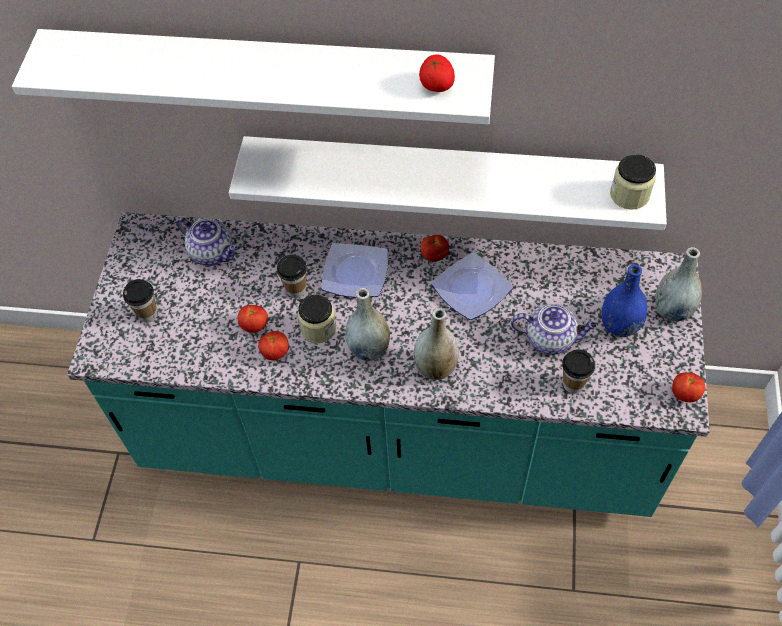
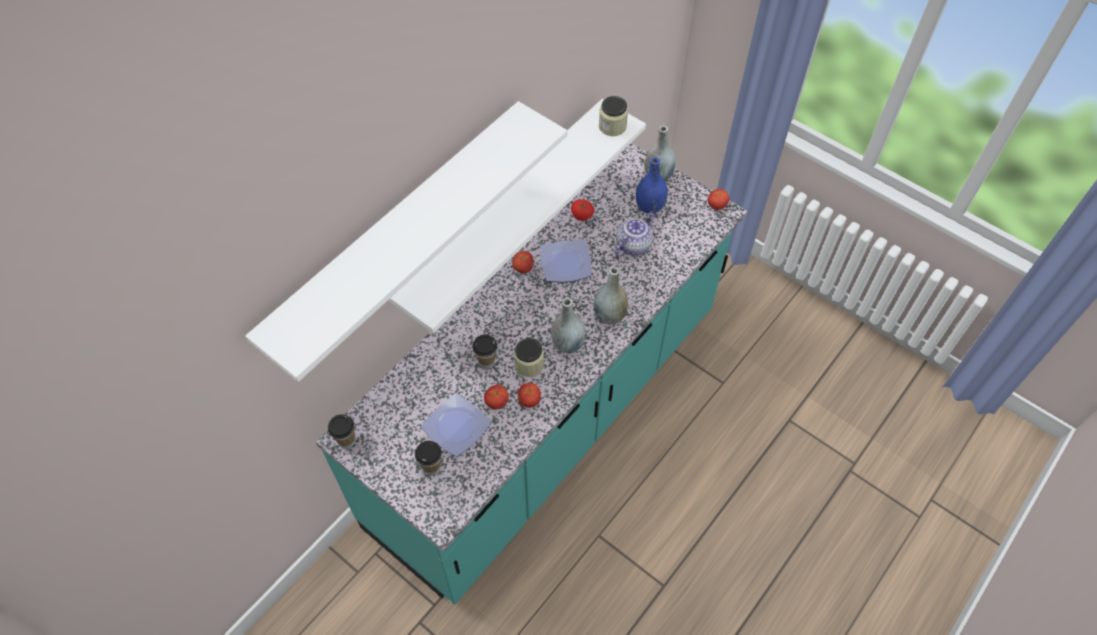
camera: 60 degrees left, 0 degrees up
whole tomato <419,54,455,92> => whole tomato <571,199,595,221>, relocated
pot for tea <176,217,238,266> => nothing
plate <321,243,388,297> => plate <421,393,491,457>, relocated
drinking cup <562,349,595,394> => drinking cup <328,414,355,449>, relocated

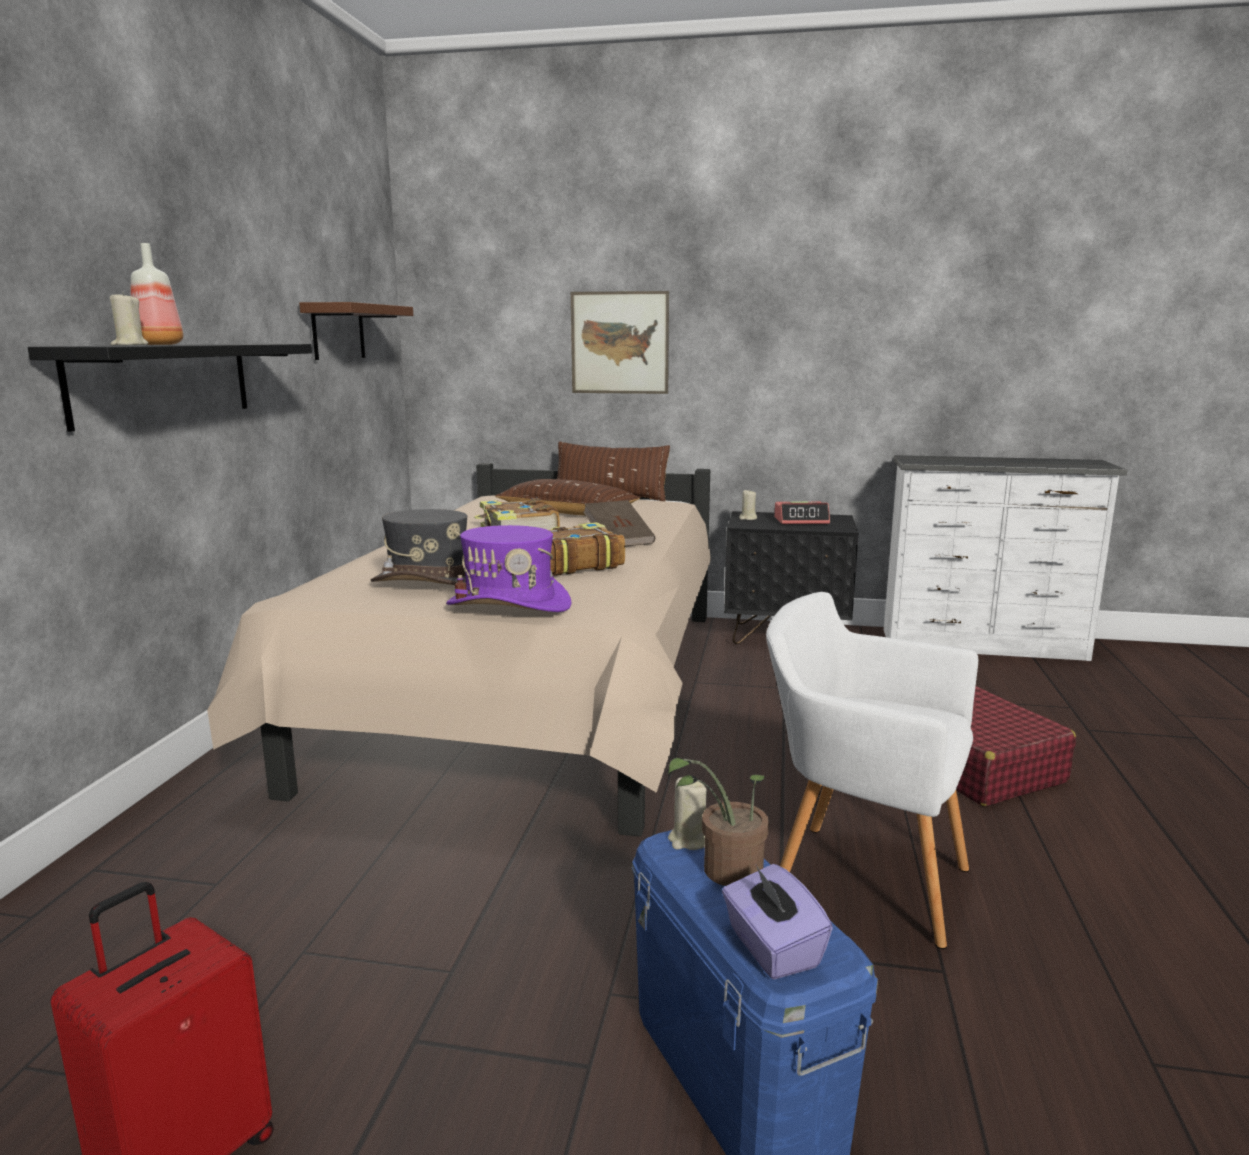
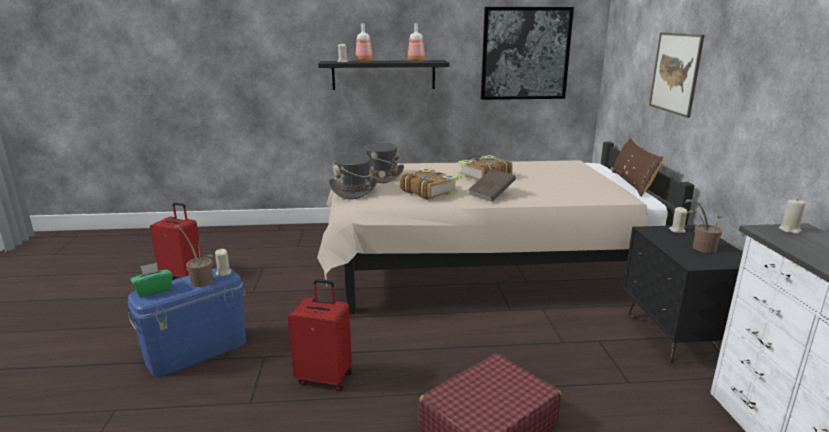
camera: 75 degrees right, 5 degrees up
brown bracket shelf <299,302,413,360> => wall art <481,7,574,100>
brown throw pillow <495,479,640,515> => nothing
bedside clock <774,501,830,524> => houseplant <685,199,723,253>
purple-coloured clothing hat <446,525,572,612> => greyish clothing hat <328,154,378,200>
white-coloured armchair <766,592,978,949> => reddish travel case <288,279,352,391>
purple-coloured box of tissues <722,864,833,980> => green box of tissues <130,263,173,297>
nothing => bottle <408,24,425,62>
nothing => beige candle <779,199,806,234>

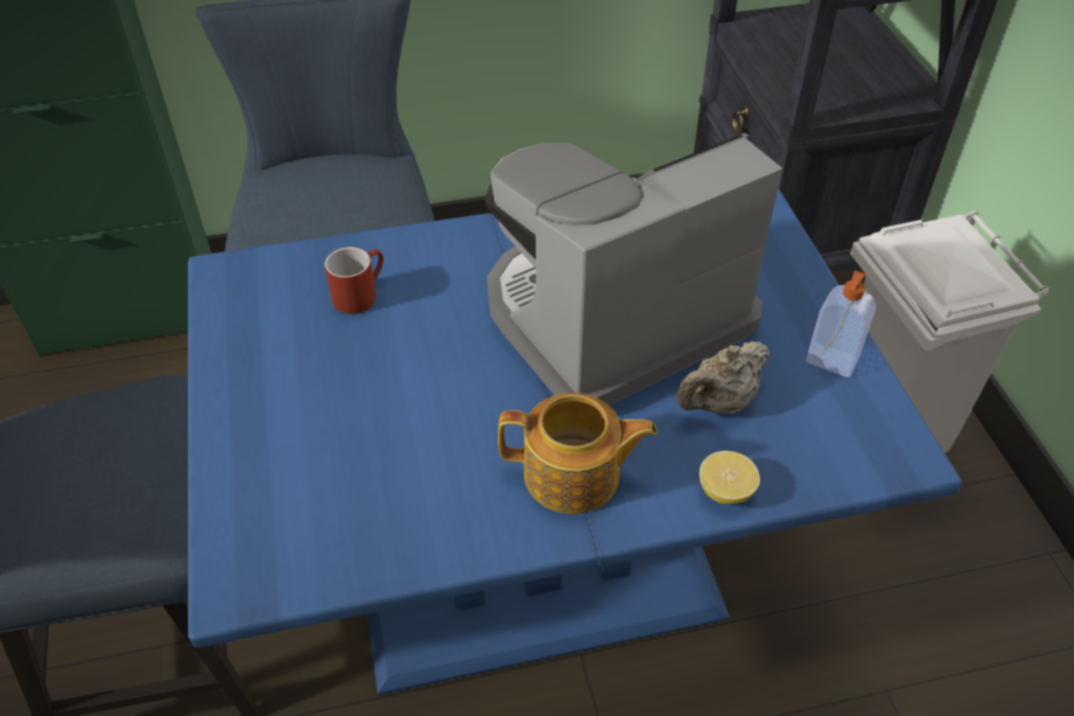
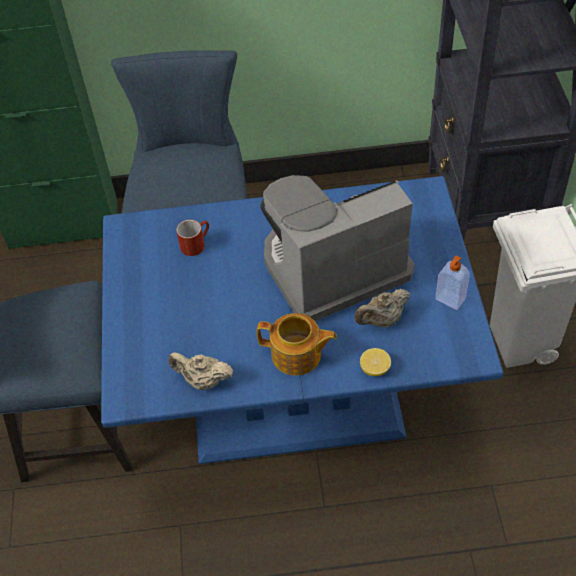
camera: 10 degrees right, 5 degrees up
nothing => beige pot for tea <168,353,233,390>

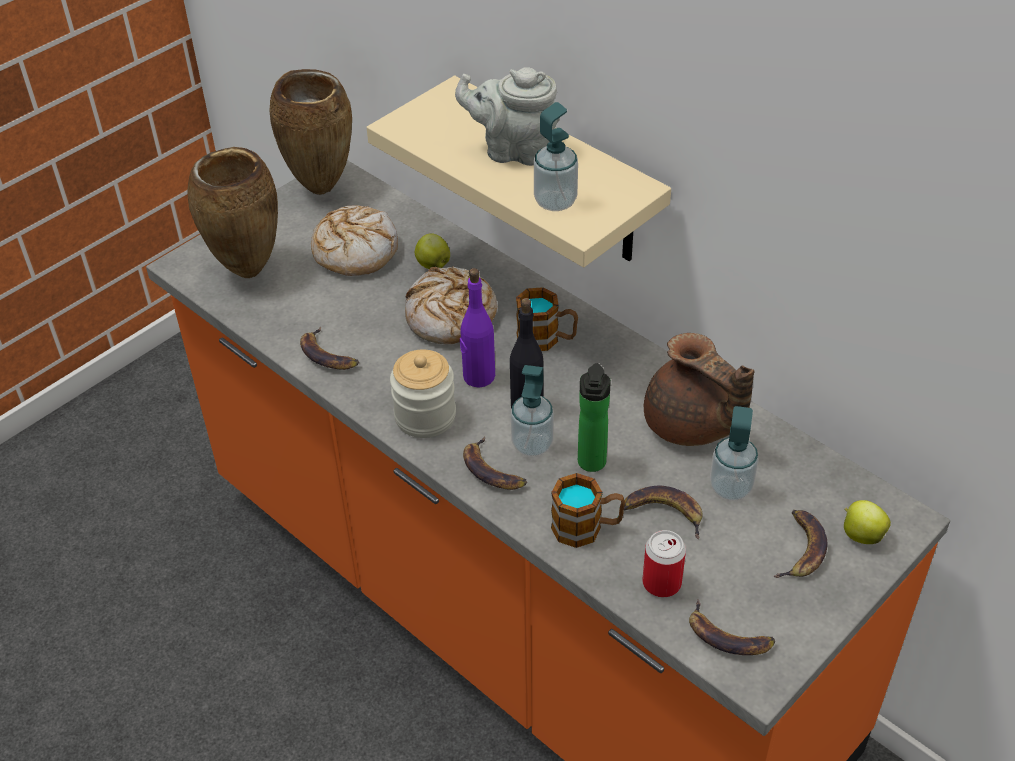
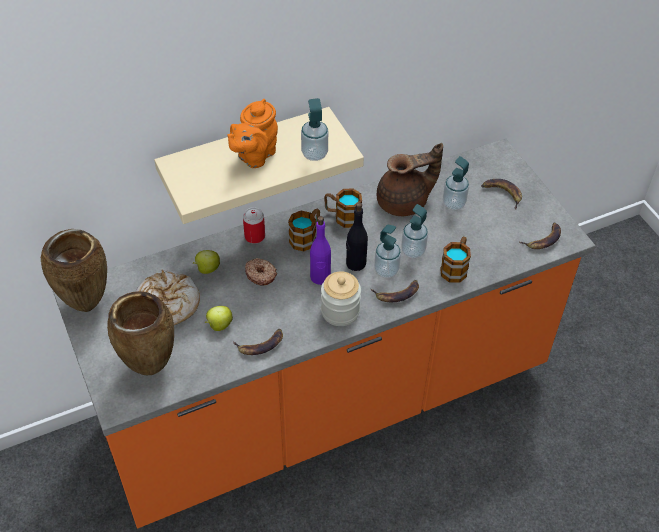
camera: 70 degrees left, 5 degrees up
greyish pot for tea <455,67,560,166> => orangey pot for tea <227,99,278,168>
bakery bread <405,267,497,344> => ring doughnut <245,258,277,286>
bottle <578,363,611,472> => soap dispenser <401,204,428,258>
banana fruit <624,486,703,539> => nothing
apple <844,500,891,544> => apple <205,306,233,331>, relocated
metal can <642,530,686,597> => metal can <243,207,265,244>, relocated
nothing => tea mug <324,188,362,228>

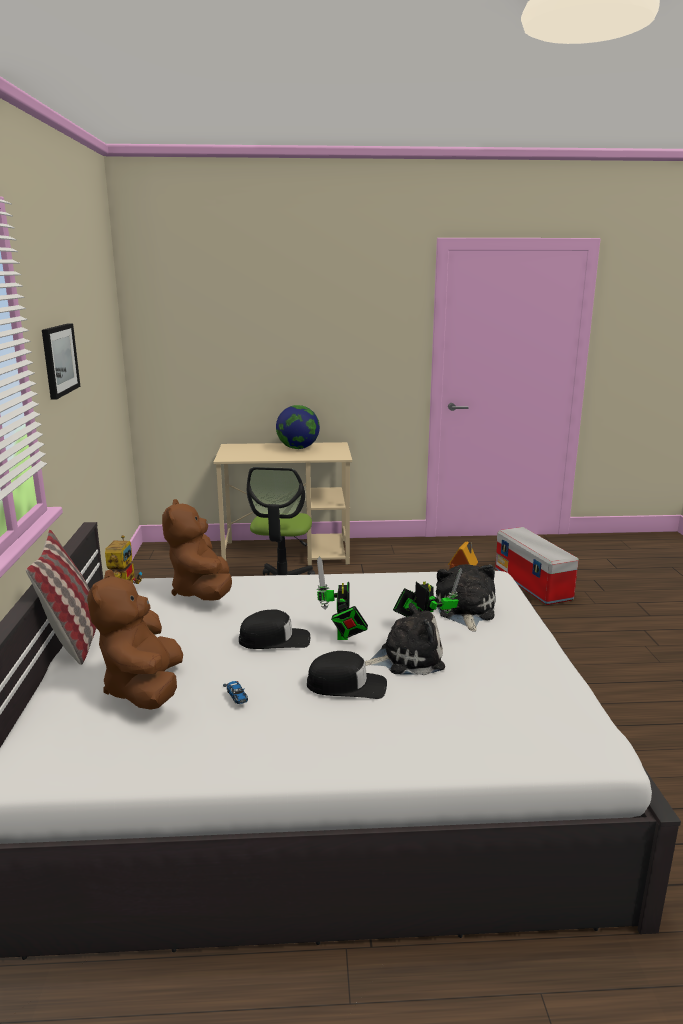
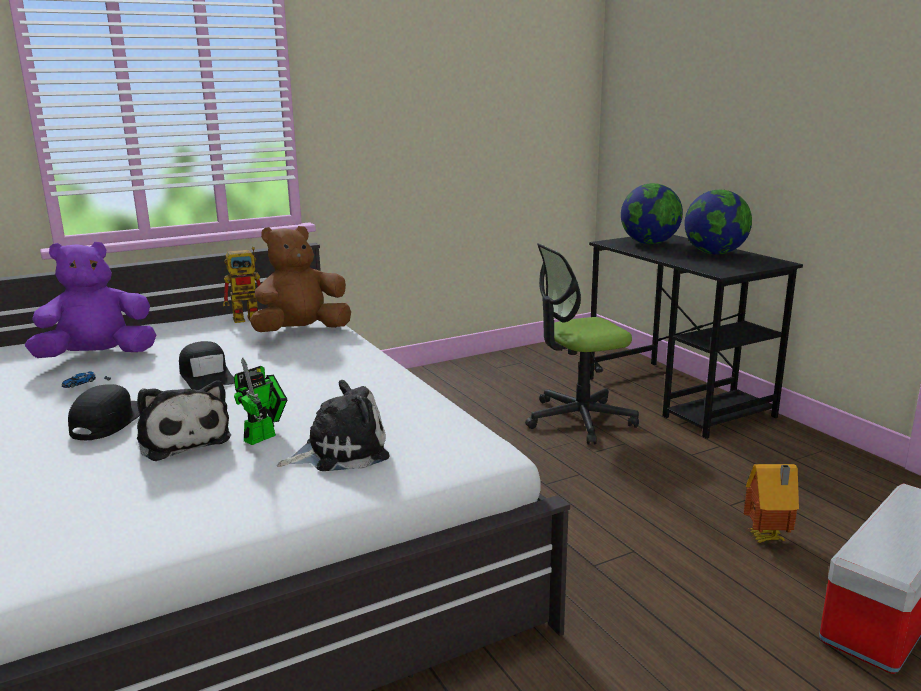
camera: 65 degrees right, 0 degrees up
wall art <42,323,80,400> => nothing
beige desk <214,442,352,565> => blackish desk <589,235,803,439>
throw pillow <26,530,96,665> => nothing
model robot <316,557,368,640> => nothing
brown soft toy <87,569,183,710> => purple-coloured soft toy <25,242,156,358>
blackish baseball cap <307,651,387,699> => blackish baseball cap <68,384,140,440>, 150 degrees counterclockwise
nothing => world globe <621,183,683,244>

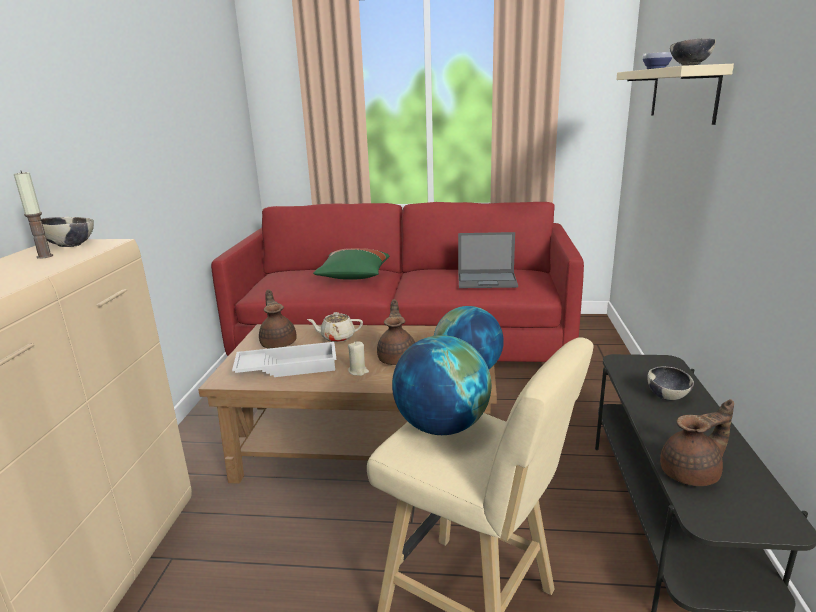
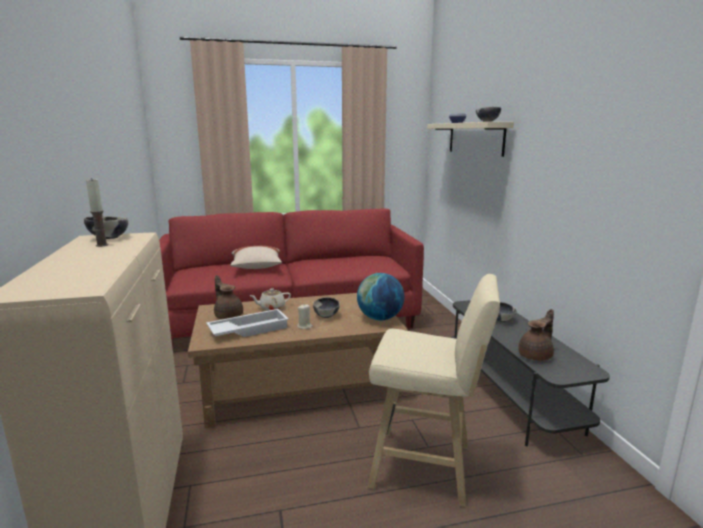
camera: 20 degrees left, 5 degrees down
laptop <458,232,518,288> => nothing
green throw pillow <313,248,389,280> => beige throw pillow <230,246,282,269>
brown pot for tea <377,299,415,365> => bowl <313,297,340,318>
world globe <392,335,491,435> => nothing

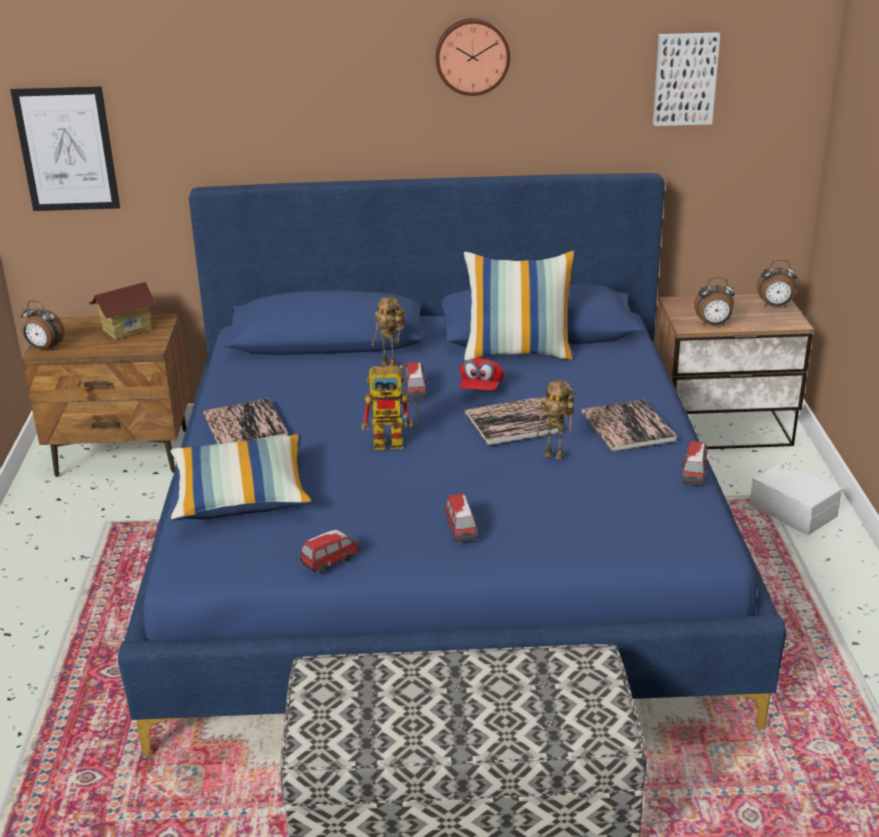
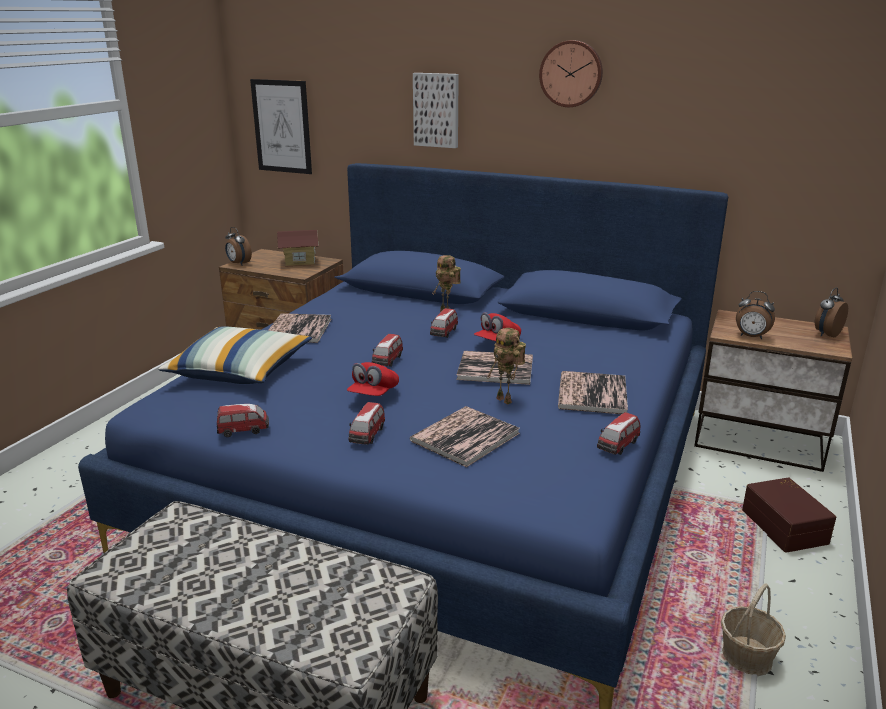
camera: 25 degrees right, 5 degrees down
wall art <653,32,720,126> => wall art <413,73,459,148>, relocated
throw pillow <464,250,576,361> => nothing
bedside clock <757,260,797,307> => bedside clock <815,288,848,338>, 105 degrees clockwise
model robot <362,365,418,450> => toy car <372,334,403,367>
white-coloured storage box <750,461,842,535> => brown storage box <742,477,836,553>
nothing => reddish baseball cap <347,362,399,396>
nothing => book <410,406,520,467>
nothing => storage basket <721,583,786,676>

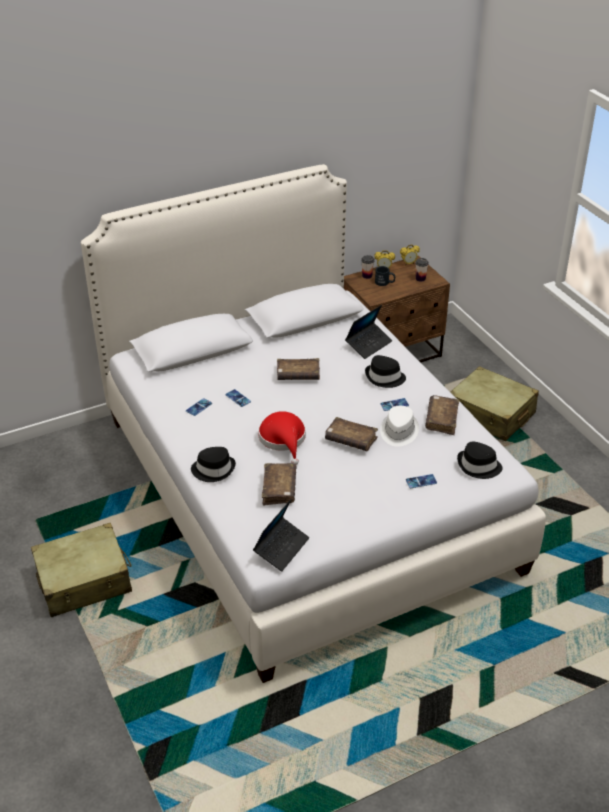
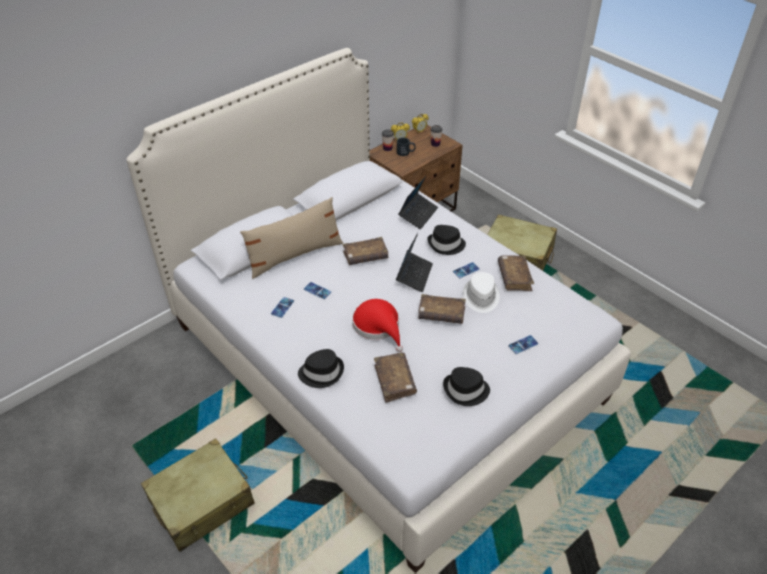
camera: 15 degrees left, 5 degrees up
blackish clothing hat <457,441,503,479> => blackish clothing hat <443,367,490,406>, relocated
laptop <253,498,309,571> => laptop <396,233,433,292>, relocated
nothing => beige throw pillow <240,197,343,279>

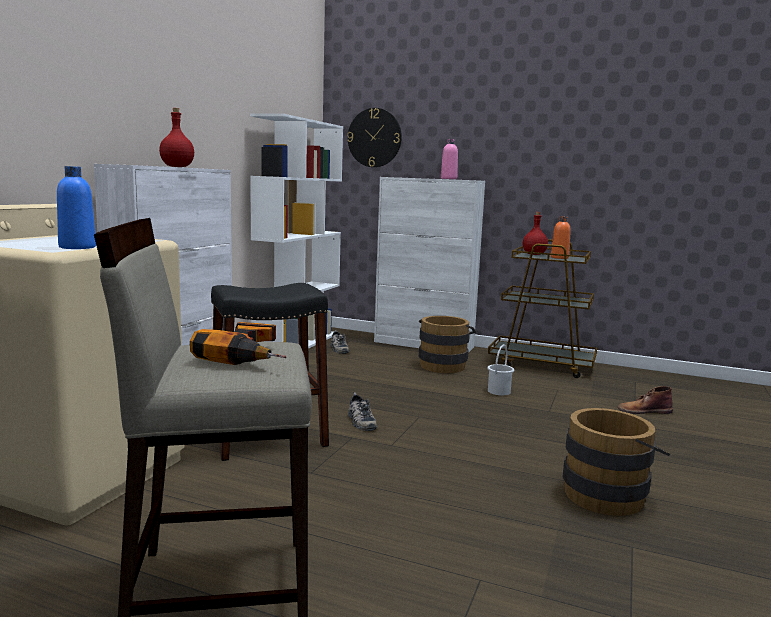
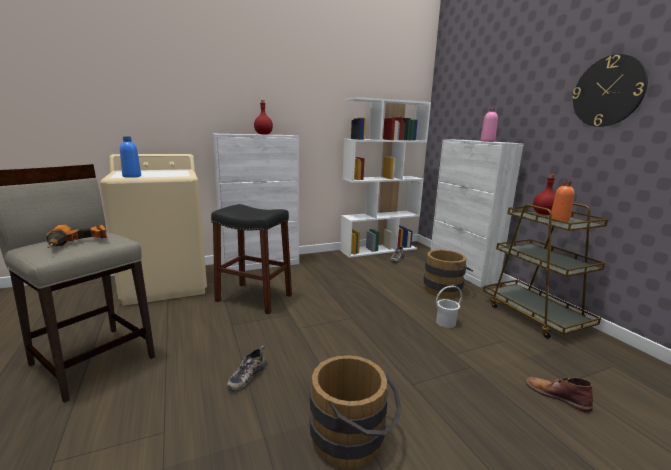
camera: 45 degrees right, 5 degrees up
hanging clock <347,108,402,167> => hanging clock <572,54,648,127>, relocated
item of footwear <348,393,377,431> => item of footwear <227,346,266,392>, relocated

